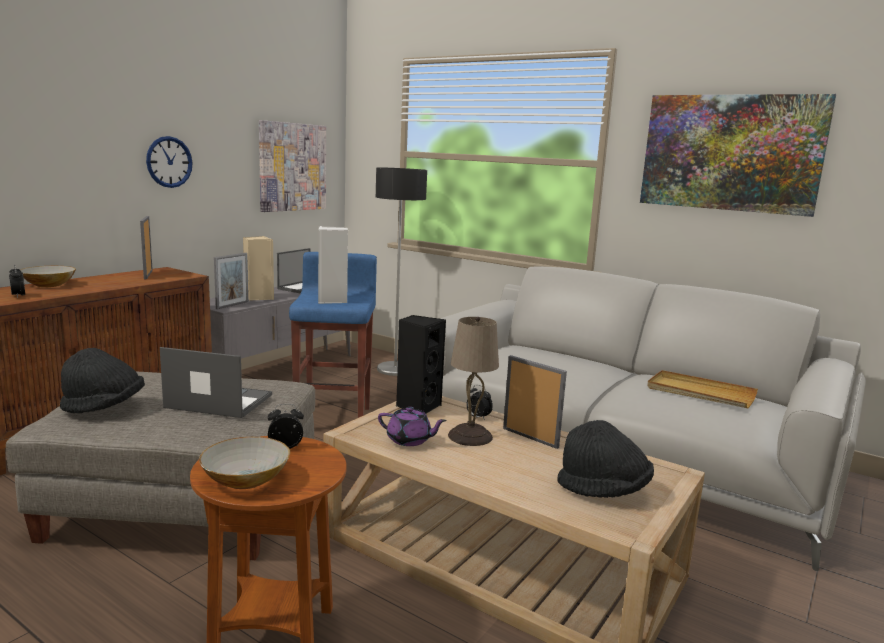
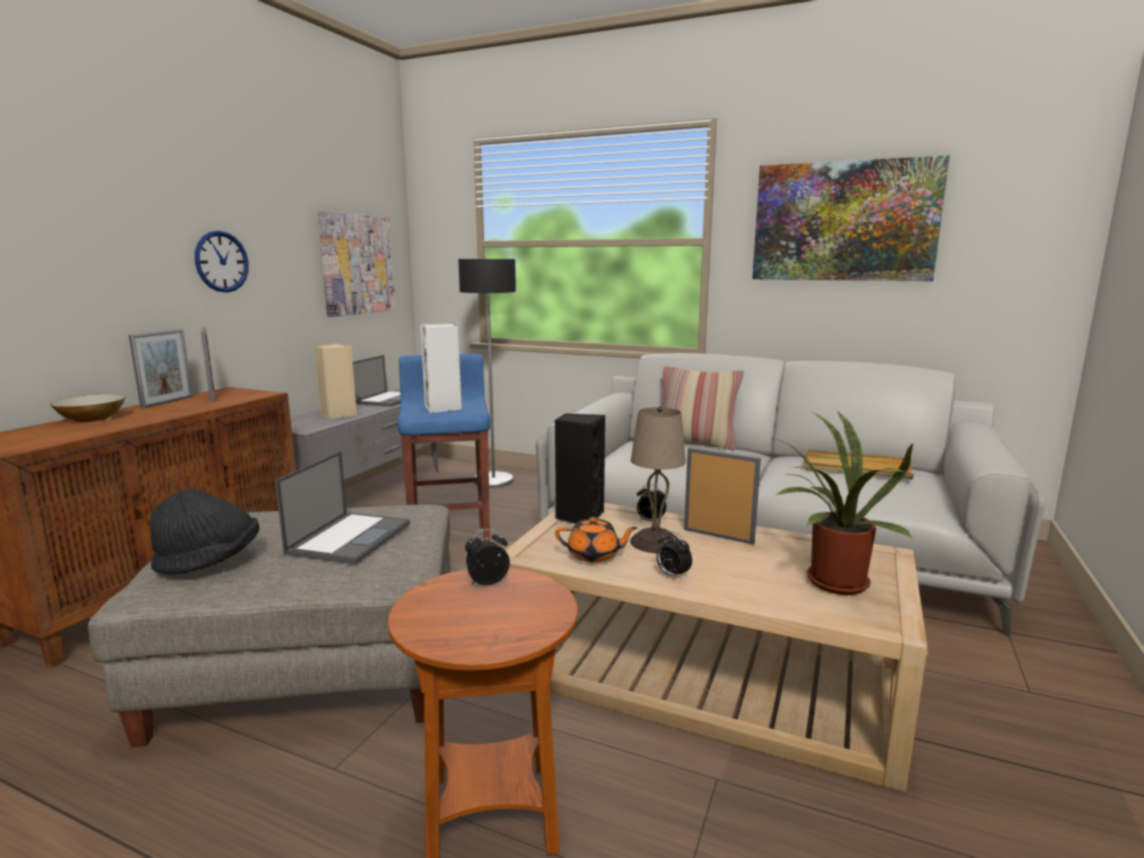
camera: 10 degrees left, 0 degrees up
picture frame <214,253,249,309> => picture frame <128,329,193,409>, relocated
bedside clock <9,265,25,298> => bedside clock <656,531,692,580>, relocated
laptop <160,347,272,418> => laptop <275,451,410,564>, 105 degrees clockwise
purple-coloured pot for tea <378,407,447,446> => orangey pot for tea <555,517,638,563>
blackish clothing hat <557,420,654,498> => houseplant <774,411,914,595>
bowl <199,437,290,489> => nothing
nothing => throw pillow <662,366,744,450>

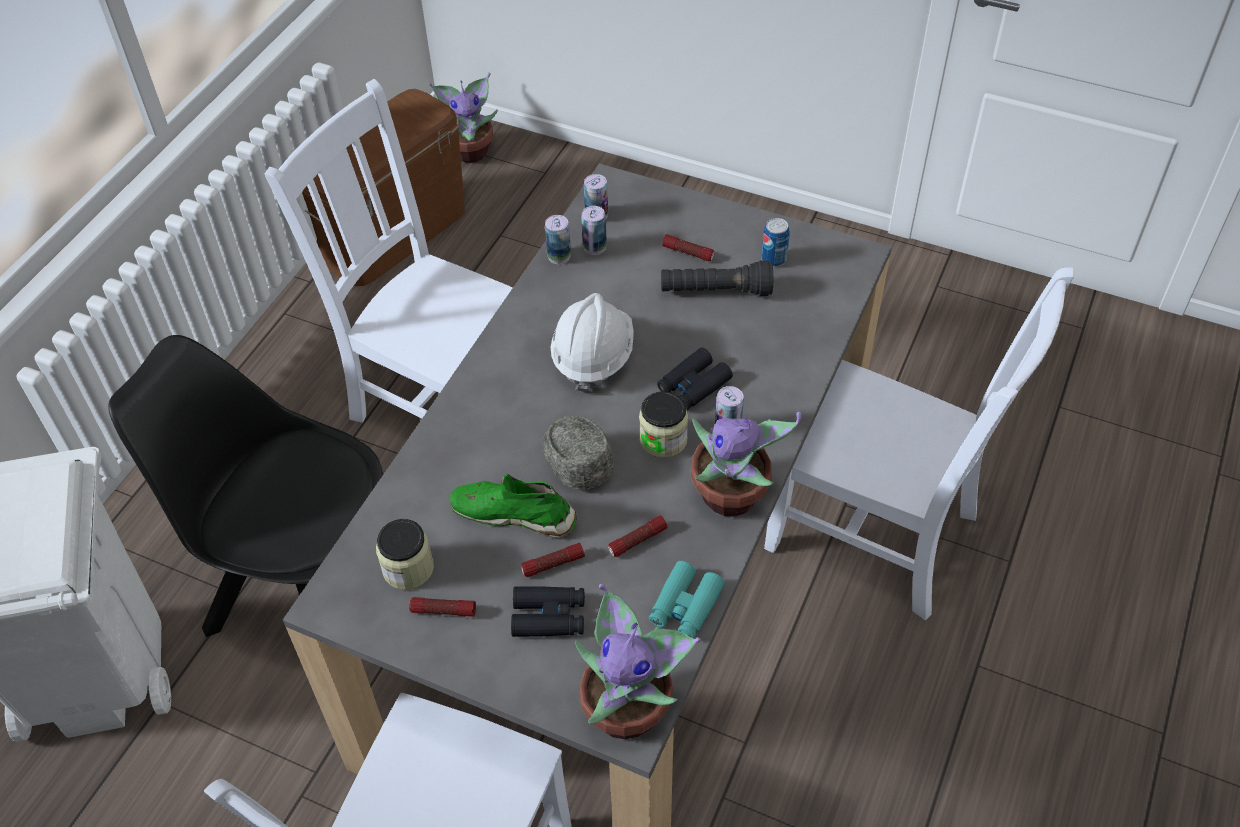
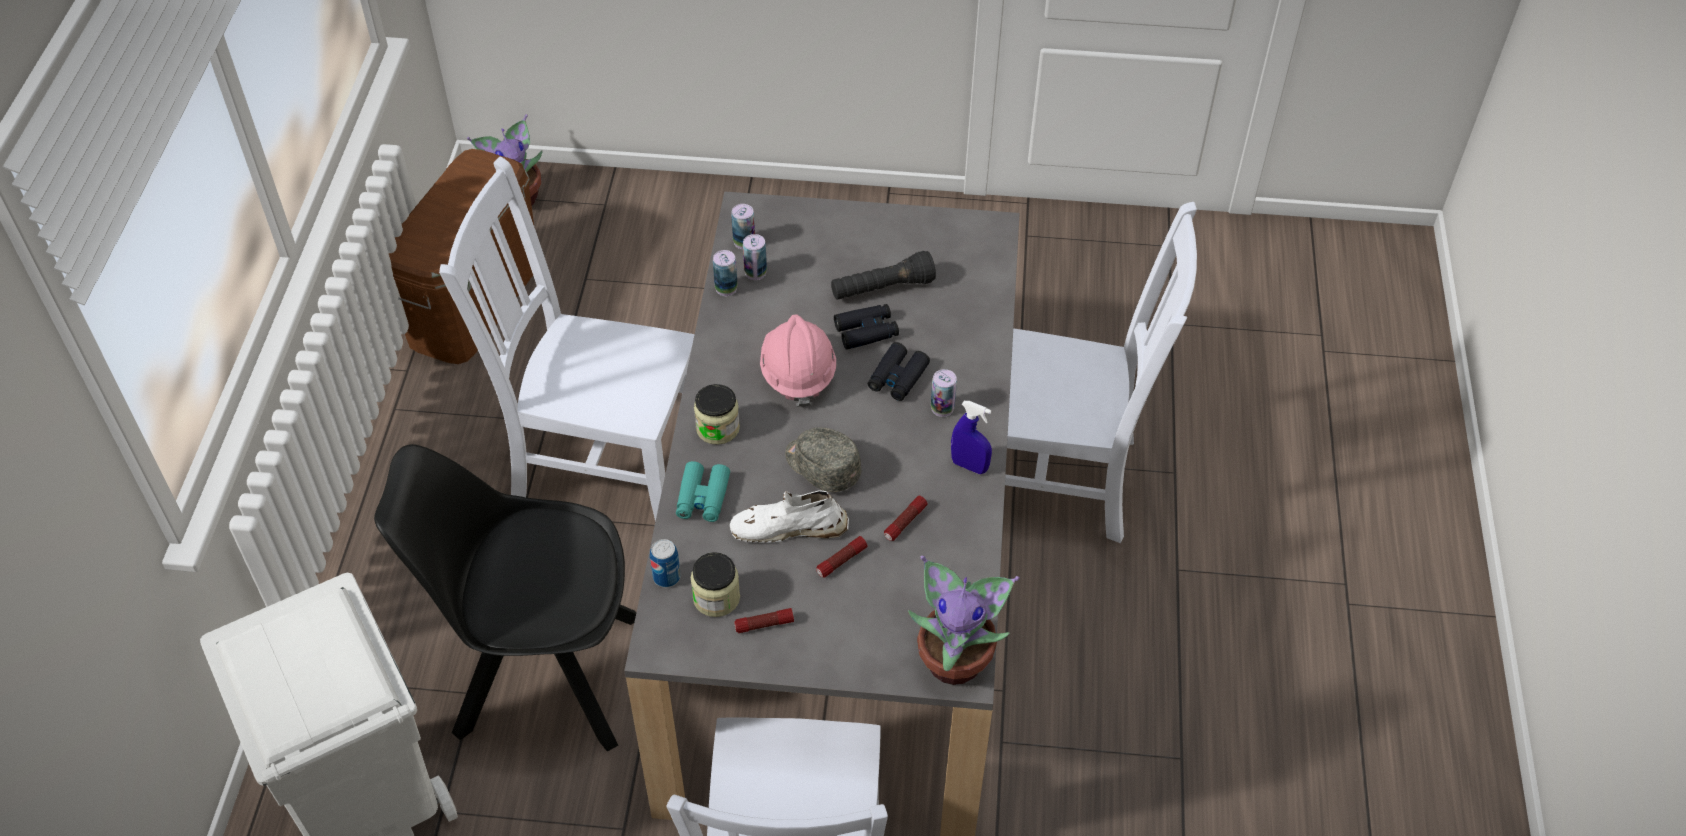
camera: 20 degrees left, 0 degrees up
metal can <761,218,790,267> => metal can <650,539,681,588>, relocated
flashlight <662,234,715,262> => nothing
white-coloured safety helmet <551,293,634,393> => pink-coloured safety helmet <760,315,836,407>
jar <639,391,688,458> => jar <694,384,740,445>, relocated
houseplant <691,412,801,517> => blue-coloured sprayer <951,401,992,474>
green item of footwear <450,473,577,538> => white-coloured item of footwear <730,490,849,543>
turquoise-coloured binoculars <649,561,725,638> => turquoise-coloured binoculars <676,461,730,522>, relocated
blackish binoculars <511,586,585,637> => blackish binoculars <834,304,899,350>, relocated

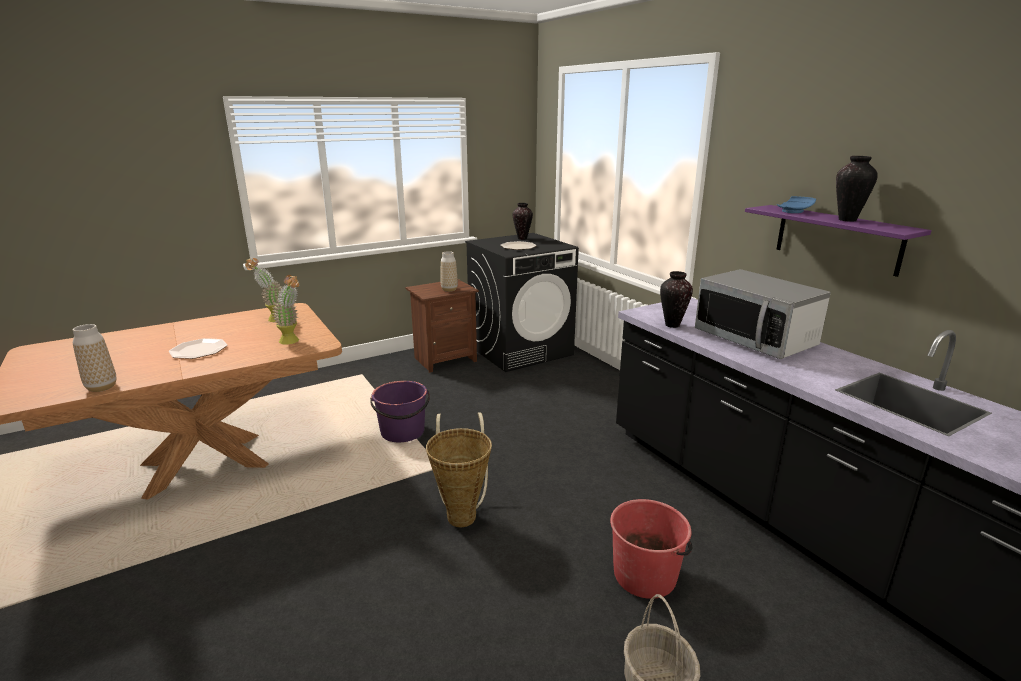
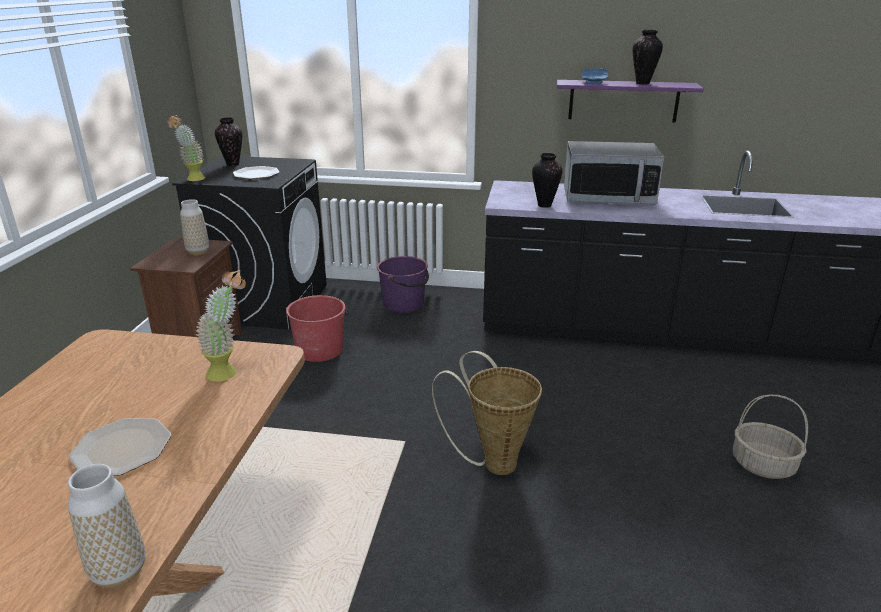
camera: 50 degrees left, 5 degrees up
houseplant <245,258,282,322> => houseplant <167,115,206,181>, relocated
purple-coloured bucket <370,381,430,442> => purple-coloured bucket <377,256,429,313>, relocated
reddish bucket <610,499,692,599> => reddish bucket <286,295,349,362>, relocated

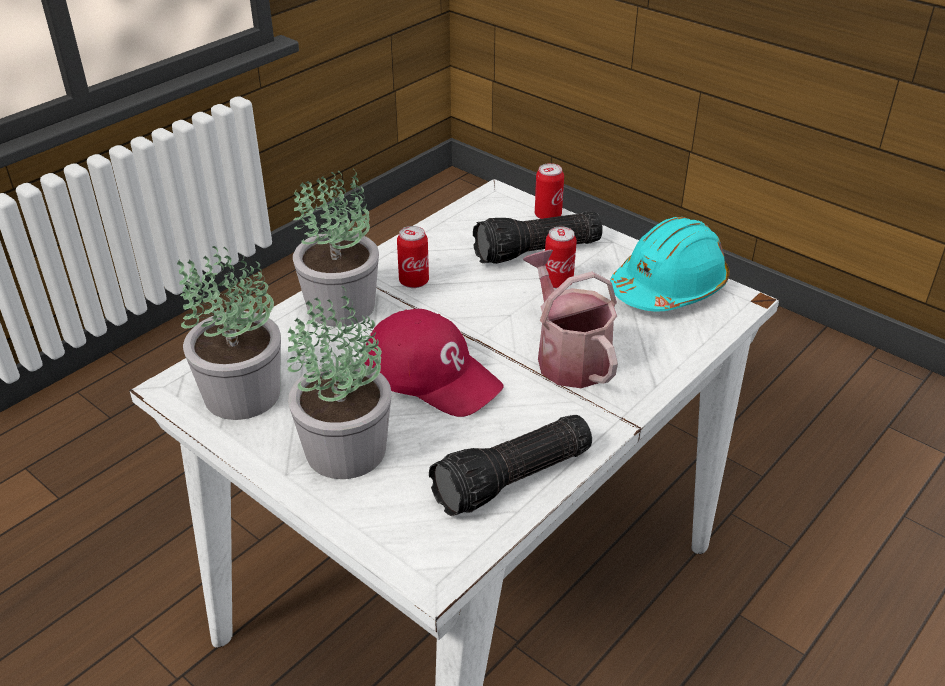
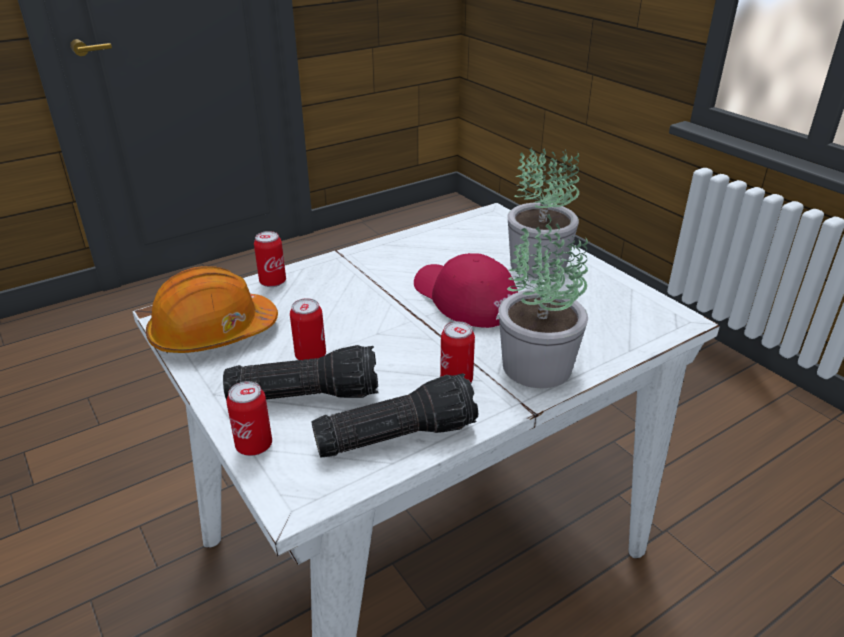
camera: 165 degrees left, 5 degrees down
turquoise-coloured safety helmet <610,217,730,311> => orangey safety helmet <146,266,278,353>
houseplant <177,246,281,420> => nothing
watering can <523,250,618,388> => nothing
flashlight <429,415,592,516> => flashlight <311,373,478,458>, relocated
nothing => metal can <254,231,286,287>

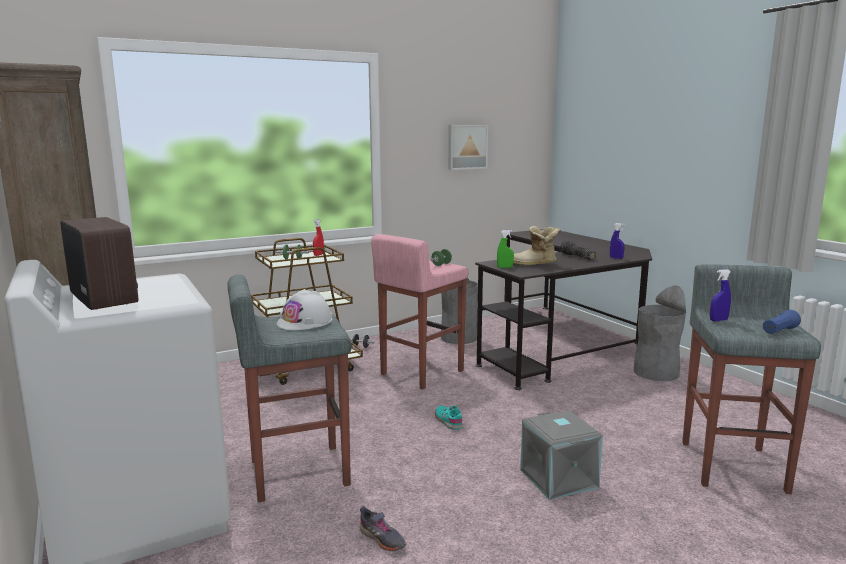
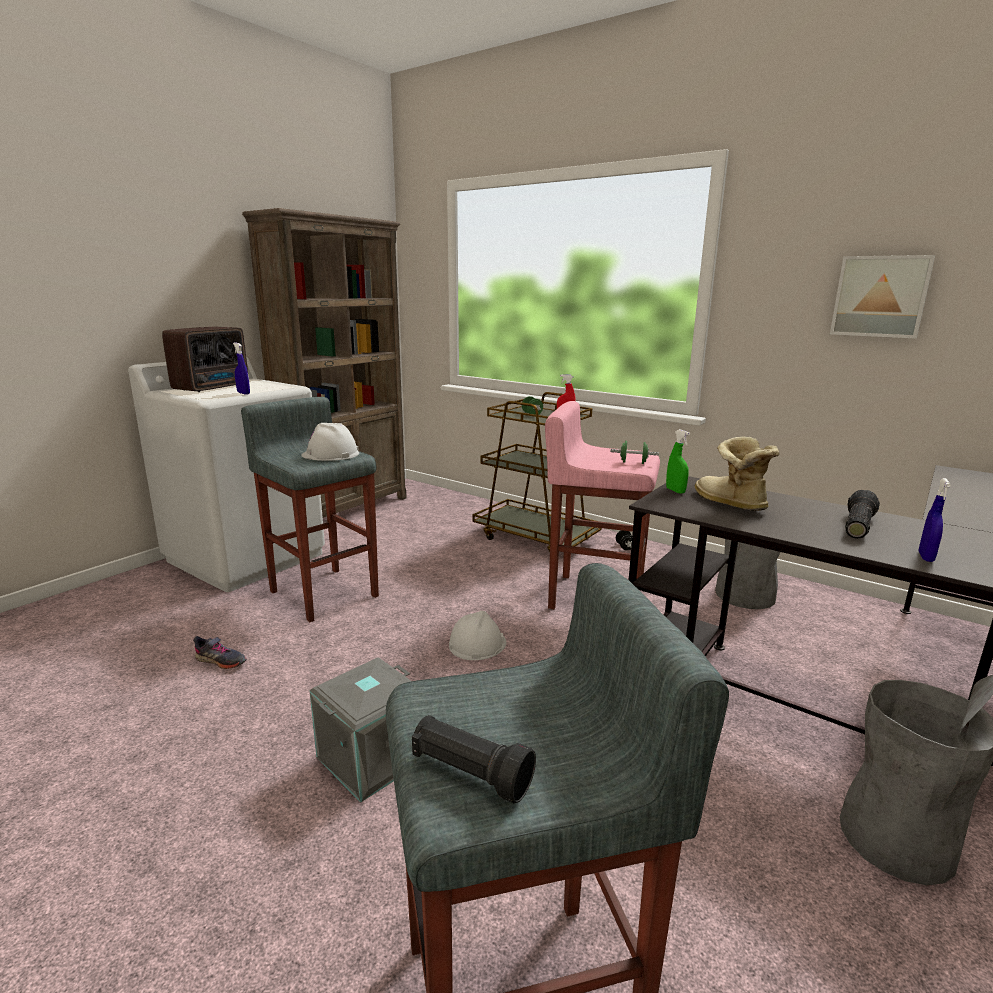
camera: 65 degrees right, 5 degrees up
blue-coloured sprayer <710,269,731,321> => blue-coloured sprayer <233,342,250,395>, relocated
blue-coloured flashlight <763,310,801,334> => blackish flashlight <412,715,536,803>
turquoise-coloured item of footwear <435,406,463,430> => white-coloured safety helmet <449,611,506,660>
greyish item of footwear <360,506,406,551> => greyish item of footwear <193,636,247,669>, 90 degrees counterclockwise

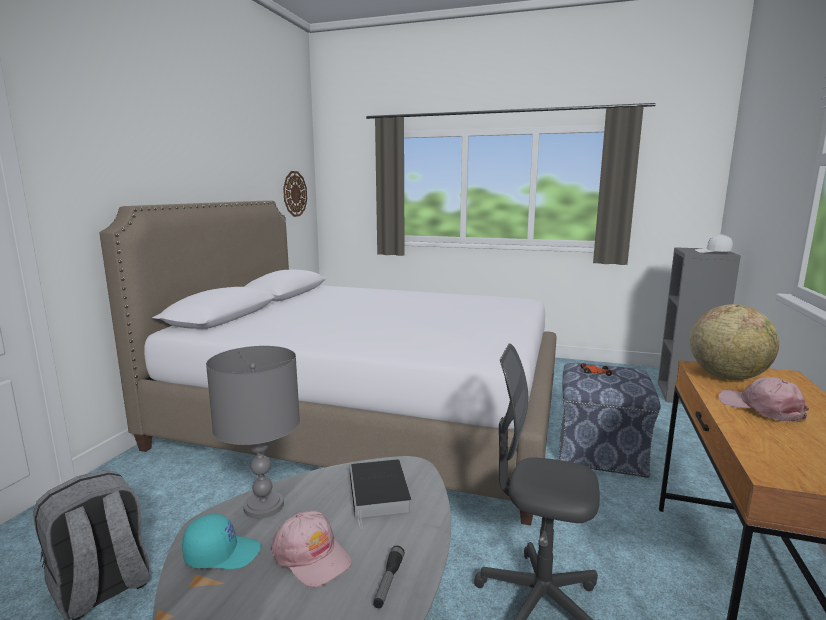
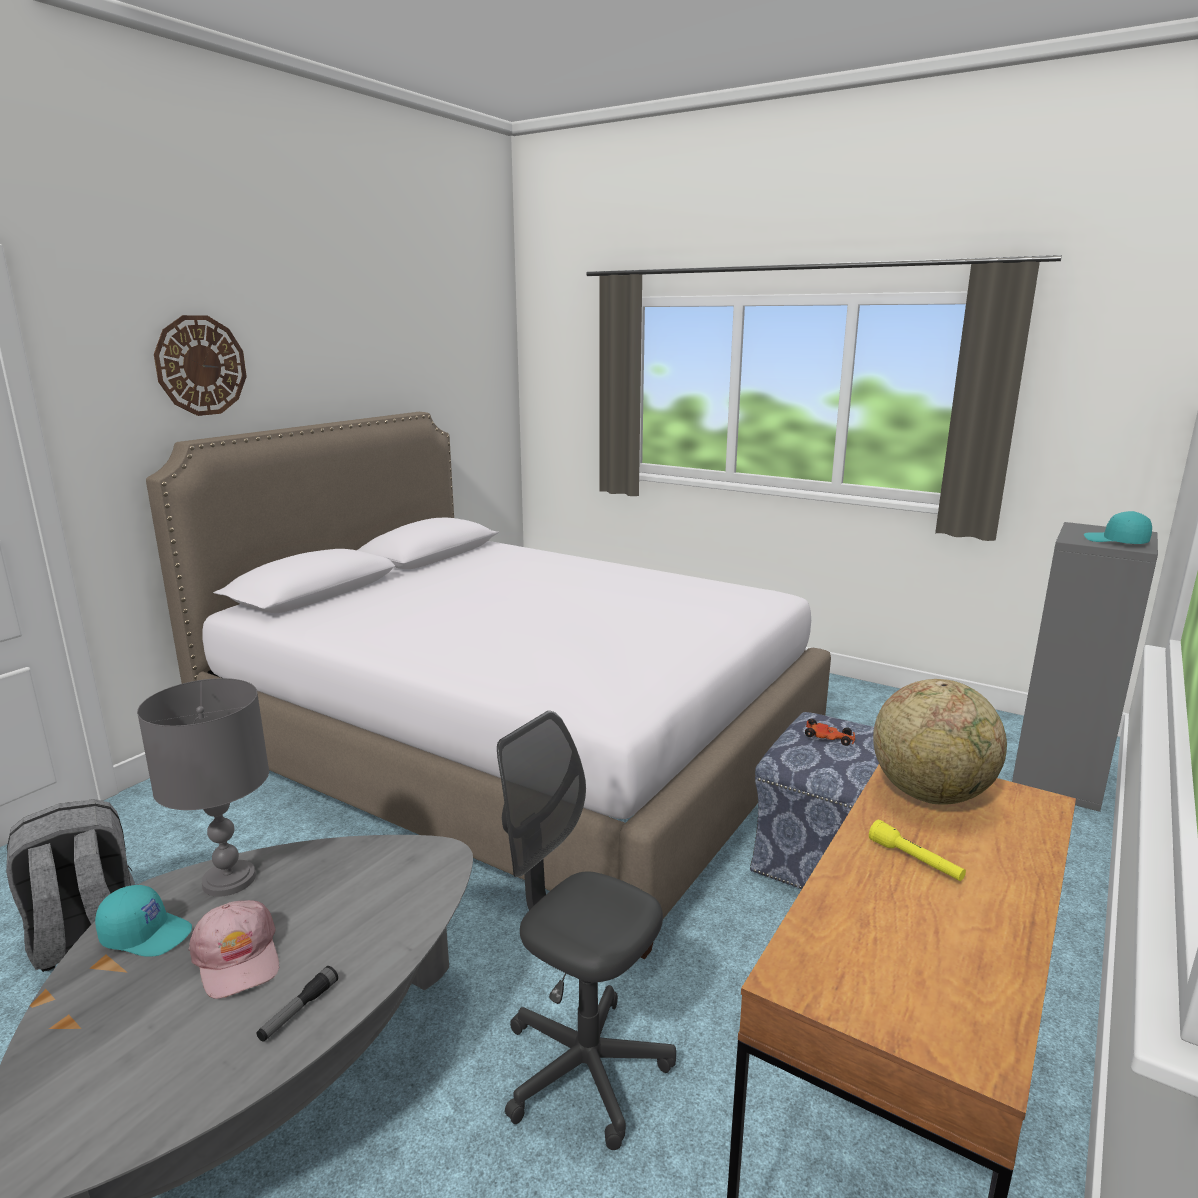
camera: 15 degrees right, 5 degrees up
hanging clock <283,171,307,217> => hanging clock <154,315,247,416>, relocated
white-coloured baseball cap <695,234,733,253> => turquoise-coloured baseball cap <1084,511,1152,544>
pink-coloured baseball cap <718,377,809,422> => yellow-coloured flashlight <869,820,966,881>
book <350,459,411,529> => nothing

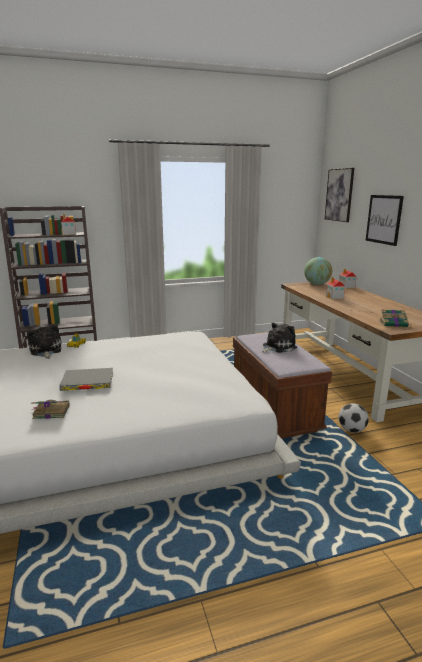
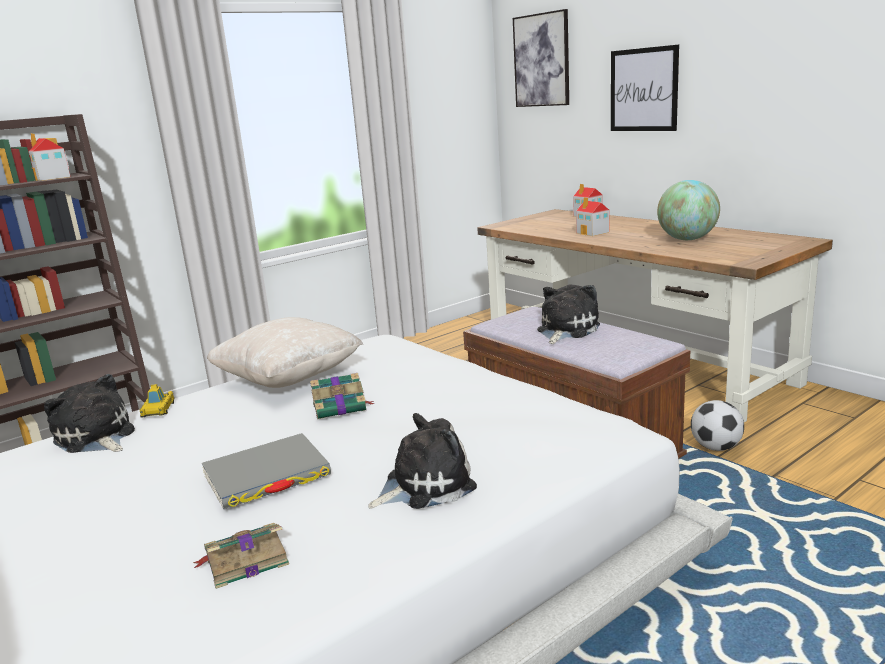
camera: 20 degrees left, 0 degrees up
world globe <304,257,332,285> => world globe <657,180,720,240>, relocated
book <379,310,410,327> => book <310,373,375,419>, relocated
nothing => beige throw pillow <207,317,363,388>
nothing => soft toy <368,413,477,509>

